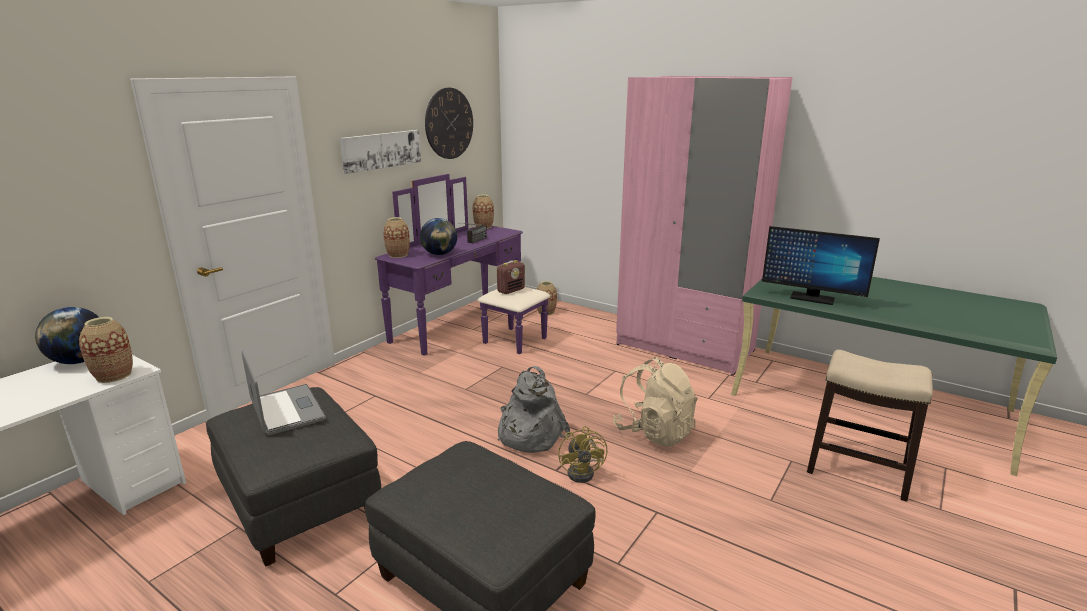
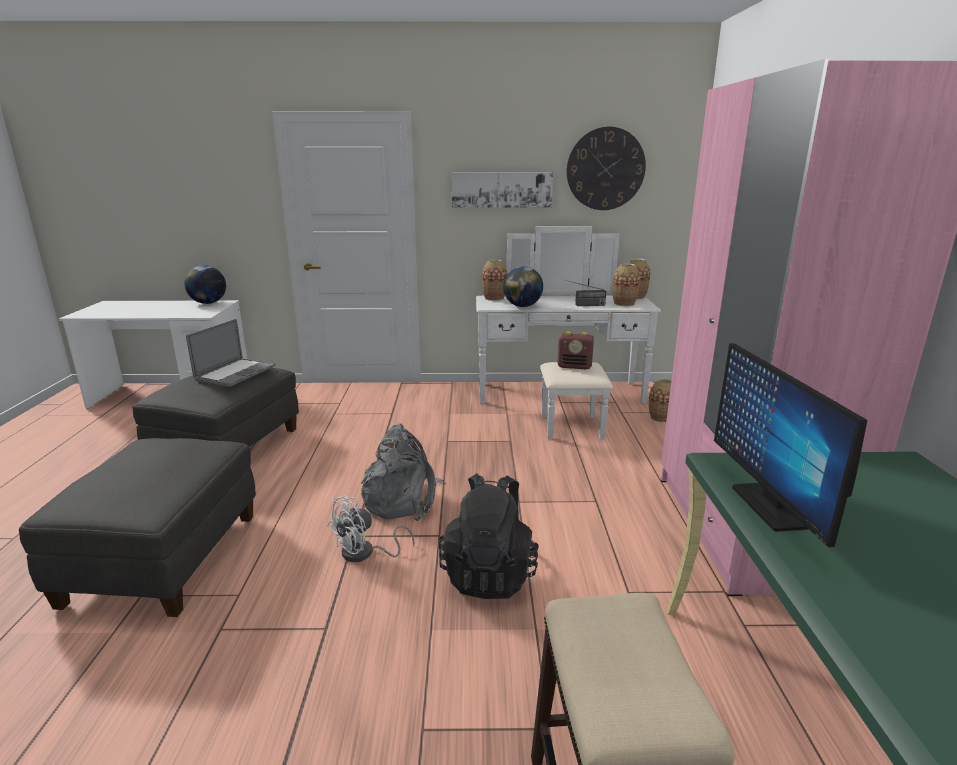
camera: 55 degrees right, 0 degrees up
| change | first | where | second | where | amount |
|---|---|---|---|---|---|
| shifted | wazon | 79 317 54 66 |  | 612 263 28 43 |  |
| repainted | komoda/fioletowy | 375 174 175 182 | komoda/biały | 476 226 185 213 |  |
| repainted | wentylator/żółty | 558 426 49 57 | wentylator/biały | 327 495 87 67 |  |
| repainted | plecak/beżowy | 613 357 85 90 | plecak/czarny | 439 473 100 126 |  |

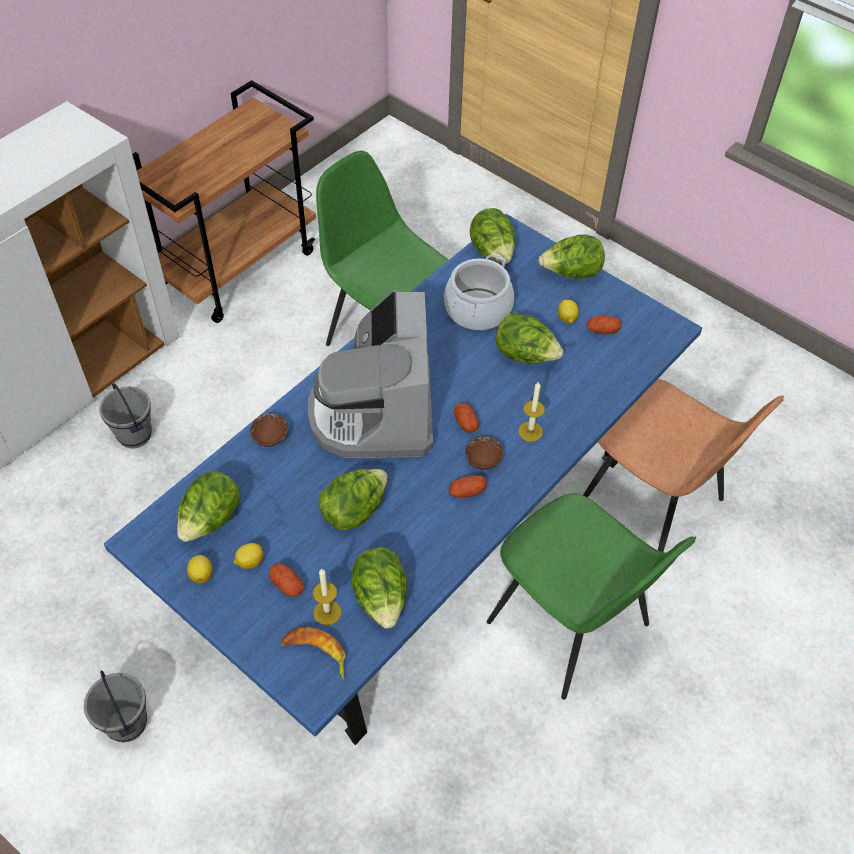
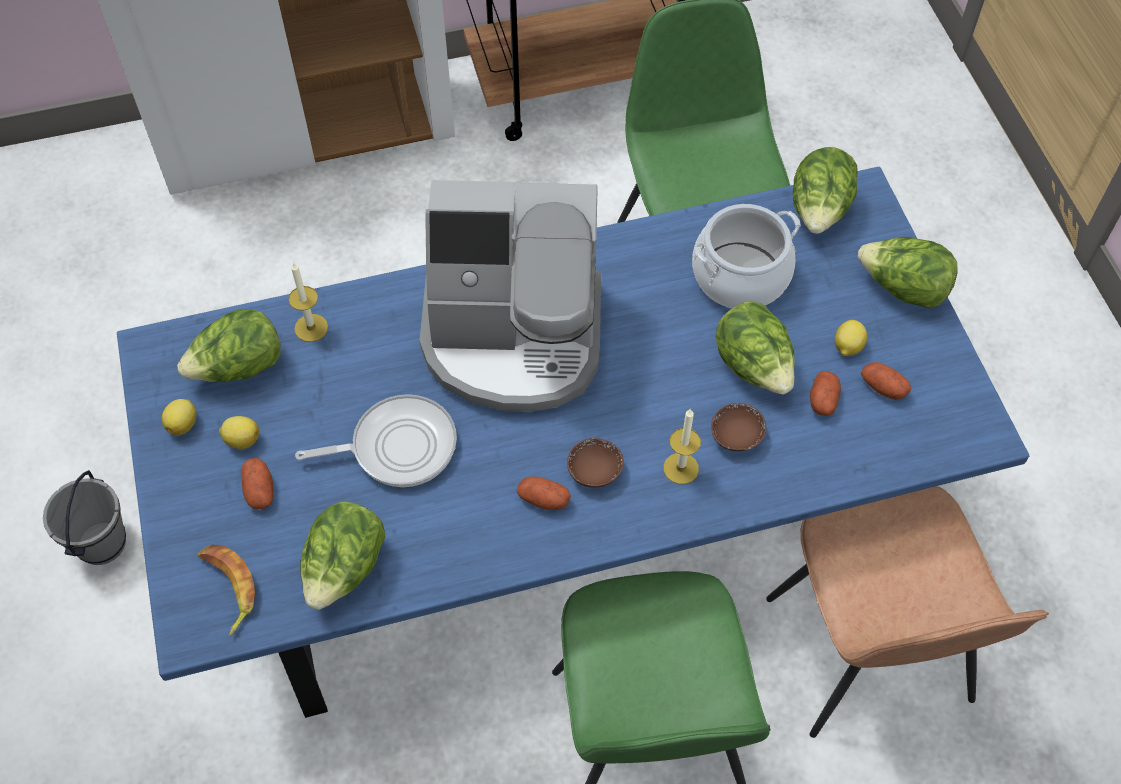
camera: 35 degrees right, 5 degrees up
| change | first | where | second | where | amount |
|---|---|---|---|---|---|
| gone | wiadro/szary | 99 383 53 65 |  |  |  |
| shifted | miska/brązowy | 250 413 39 34 |  | 711 403 55 48 |  |
| shifted | świeca | 313 568 28 57 |  | 288 262 40 80 |  |
| shifted | ziemniak | 454 403 25 30 |  | 810 371 31 45 |  |
| swapped | sałata | 318 469 70 61 | patelnia | 295 394 162 93 |  |
| rotated | ekspres do kawy | 308 290 125 168 |  | 420 180 181 232 | 120 degrees counterclockwise |

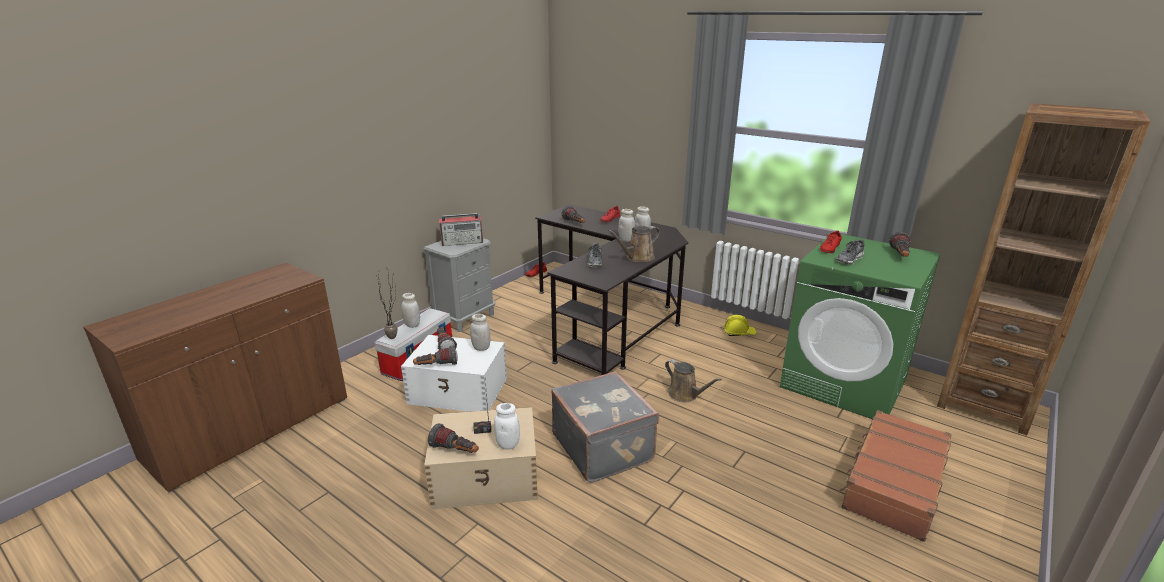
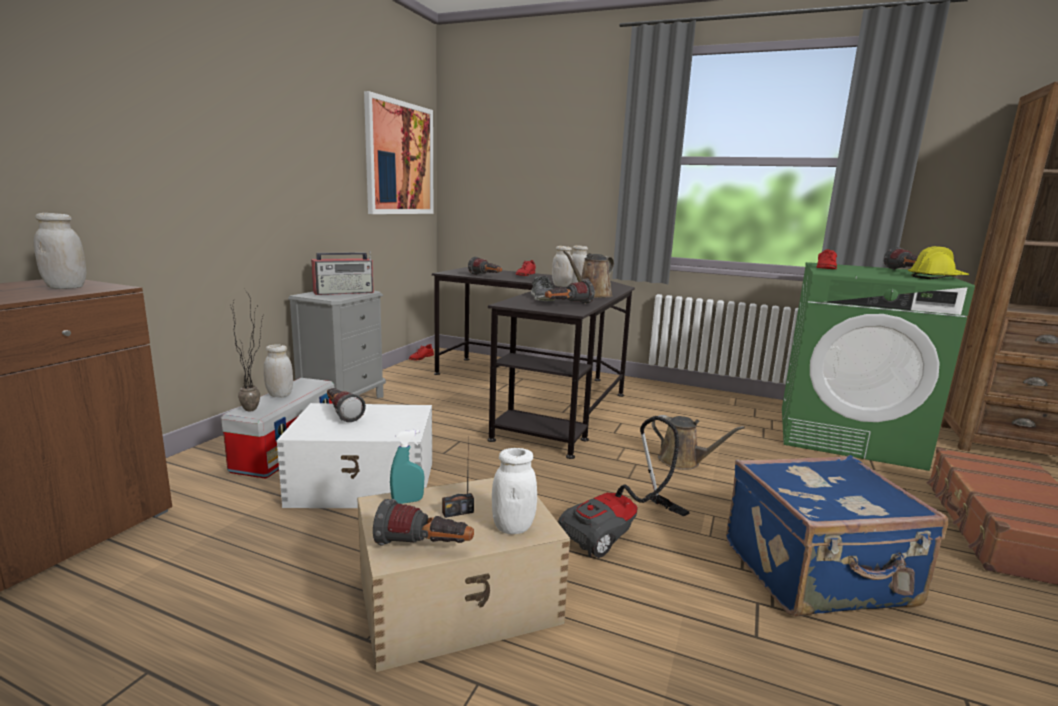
camera: 15 degrees left, 10 degrees down
| change | first | where | second | where | amount |
|---|---|---|---|---|---|
| gone | but | 836 239 28 26 |  |  |  |
| new |  |  | obraz | 364 91 69 123 |  |
| new |  |  | spryskiwacz/turkusowy | 390 430 34 74 |  |
| new |  |  | walizka/niebieski | 726 455 222 162 |  |
| shifted | latarka | 413 345 45 20 |  | 545 280 50 24 |  |
| shifted | słoik/biały | 470 314 20 37 |  | 34 213 52 76 |  |
| shifted | kask/żółty | 724 315 33 21 |  | 908 246 61 33 |  |
| swapped | walizka/szary | 551 371 108 112 | odkurzacz | 558 416 132 142 |  |

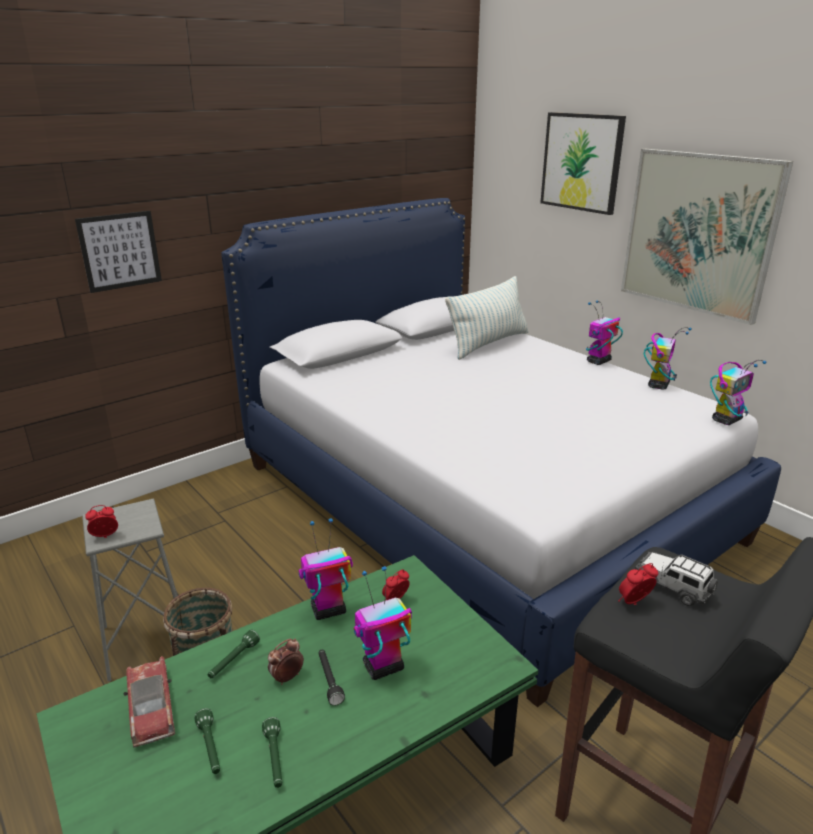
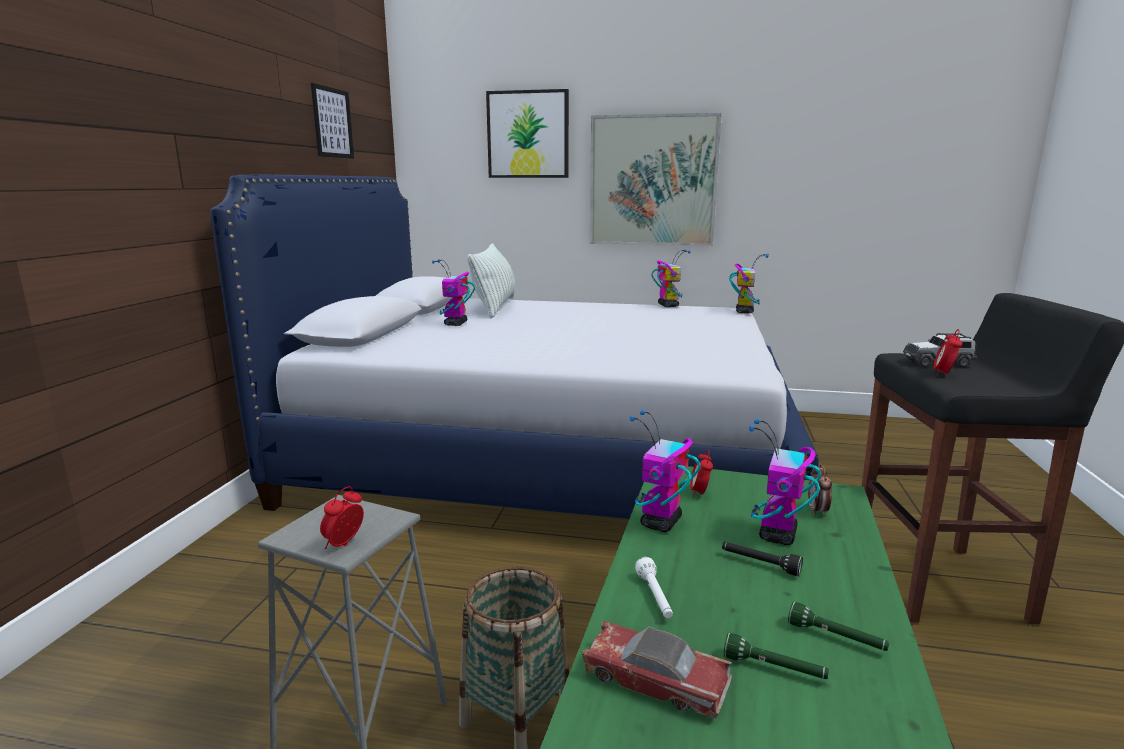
camera: 40 degrees left, 10 degrees down
| change | first | where | second | where | amount |
|---|---|---|---|---|---|
| shifted | obraz | 75 211 87 82 |  | 311 83 43 76 |  |
| shifted | budzik | 268 639 36 46 |  | 808 464 24 52 |  |
| shifted | robot zabawkowy | 586 300 37 65 |  | 432 259 43 67 |  |
| repainted | latarka/zielony | 208 629 52 49 | latarka/biały | 635 557 38 61 |  |

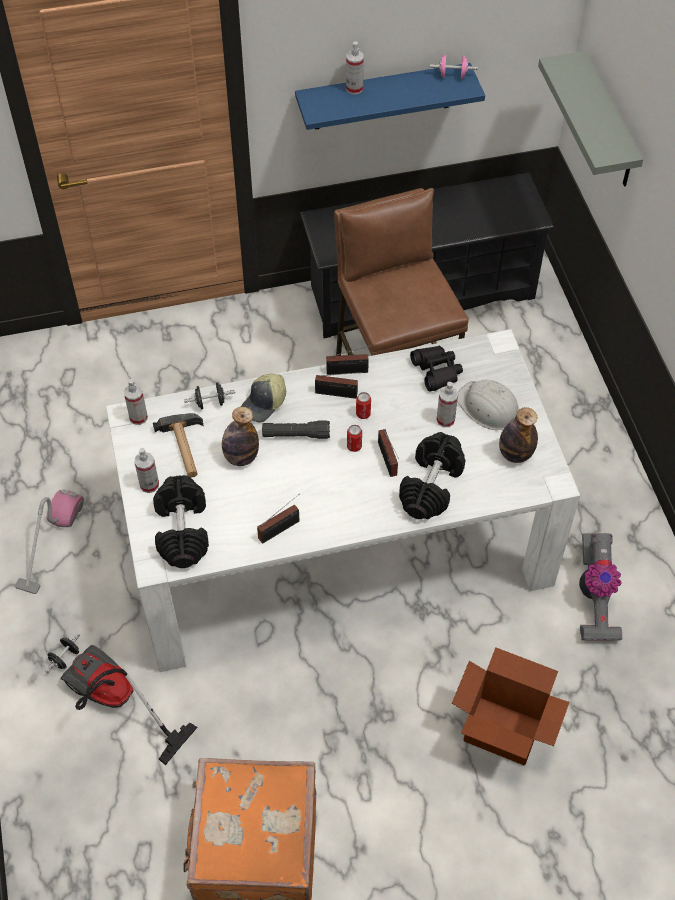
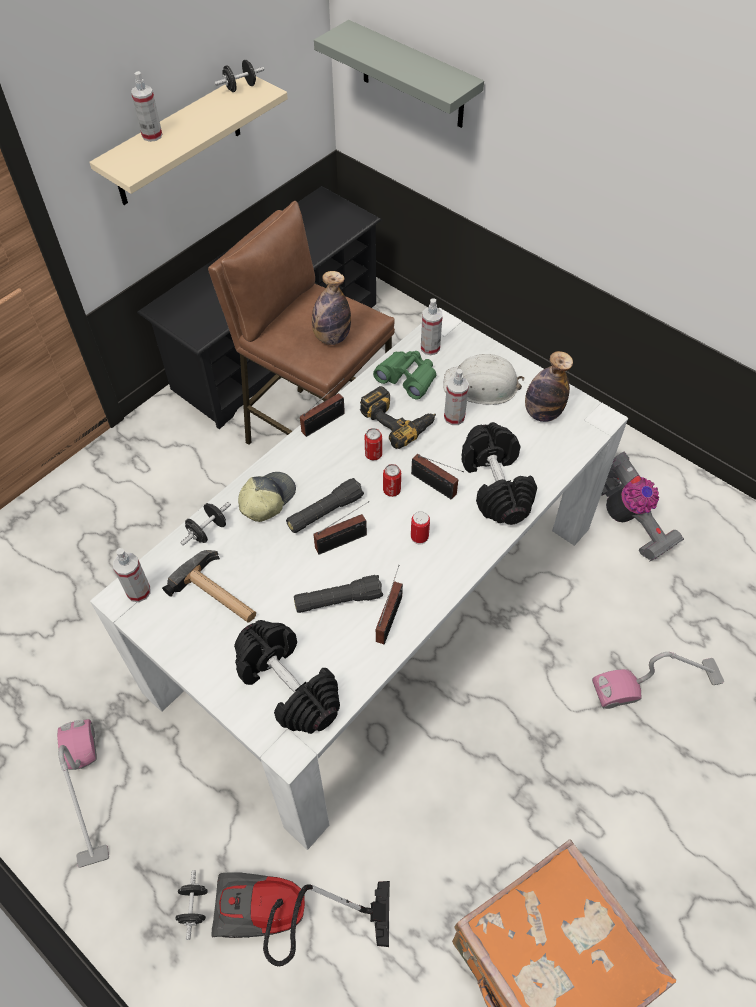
camera: 35 degrees left, 0 degrees up
| change | first | where | second | where | amount |
|---|---|---|---|---|---|
| new |  |  | latarka/czarny | 294 575 89 38 |  |
| new |  |  | wiertarka | 360 386 76 63 |  |
| new |  |  | puszka | 411 511 19 33 |  |
| shifted | spryskiwacz | 134 448 25 45 |  | 421 298 22 57 |  |
| shifted | butelka | 222 407 37 59 |  | 312 271 39 74 |  |
| shifted | radio | 315 372 48 27 |  | 313 501 56 54 |  |
| swapped | karton | 452 647 117 119 | odkurzacz | 592 652 132 57 |  |
| repainted | półka/niebieski | 295 63 190 67 | półka/beżowy | 89 76 199 129 |  |
| repainted | lornetka/czarny | 410 346 53 46 | lornetka/zielony | 373 351 63 49 |  |
| repainted | hantel/różowy | 430 55 48 24 | hantel/czarny | 214 60 50 32 |  |
| rotated | czapka z daszkiem | 241 374 45 48 |  | 238 472 58 50 | 150 degrees counterclockwise |

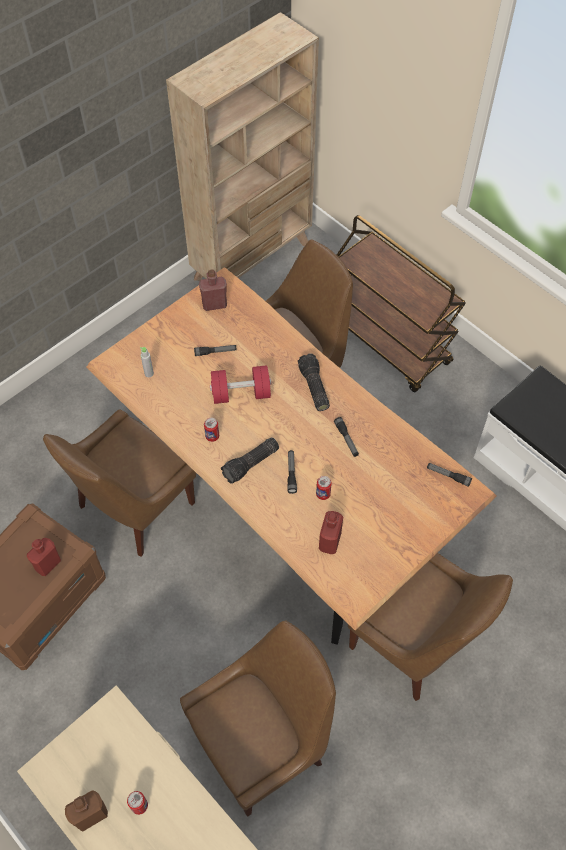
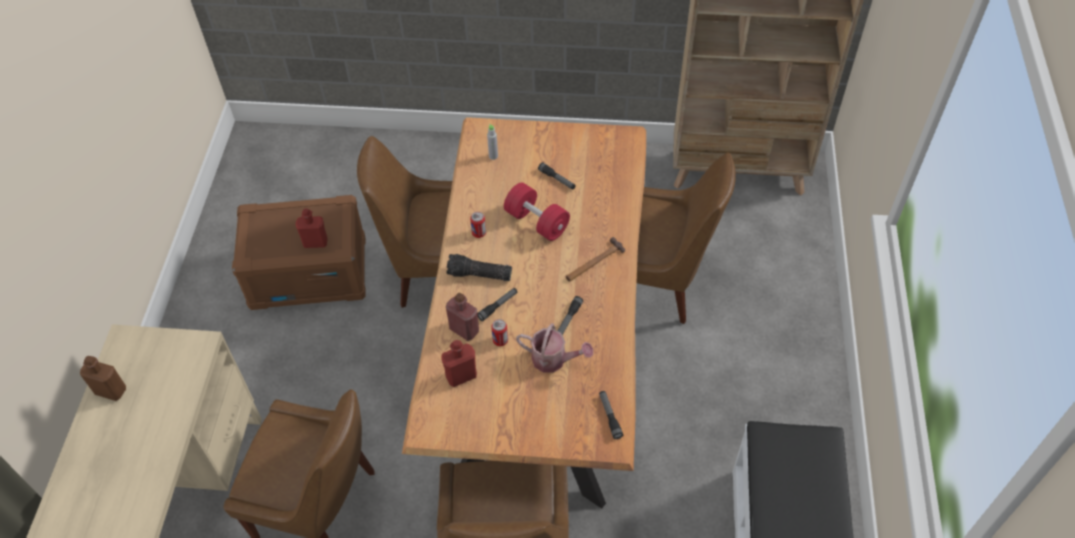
camera: 50 degrees right, 5 degrees down
| change | first | where | second | where | amount |
|---|---|---|---|---|---|
| gone | puszka | 127 791 21 24 |  |  |  |
| gone | wózek/brązowy | 337 215 129 177 |  |  |  |
| new |  |  | konewka | 516 323 77 50 |  |
| shifted | butelka/czerwony | 199 269 28 42 |  | 446 293 33 48 |  |
| swapped | latarka | 298 354 32 57 | młotek | 566 237 59 45 |  |

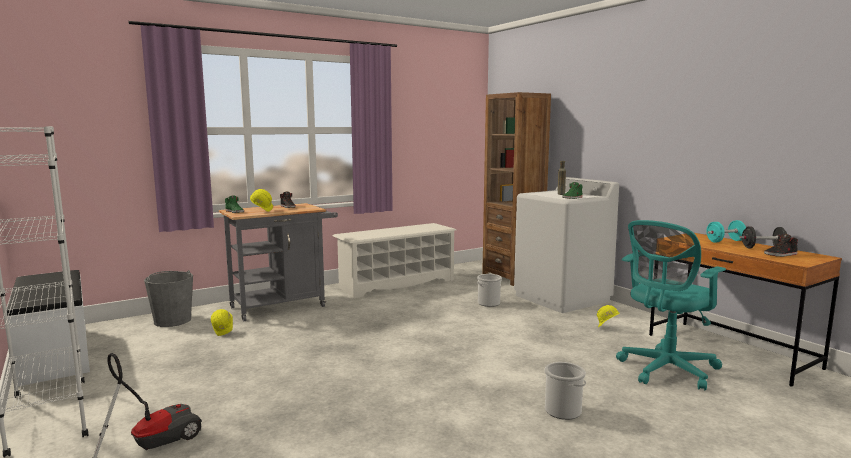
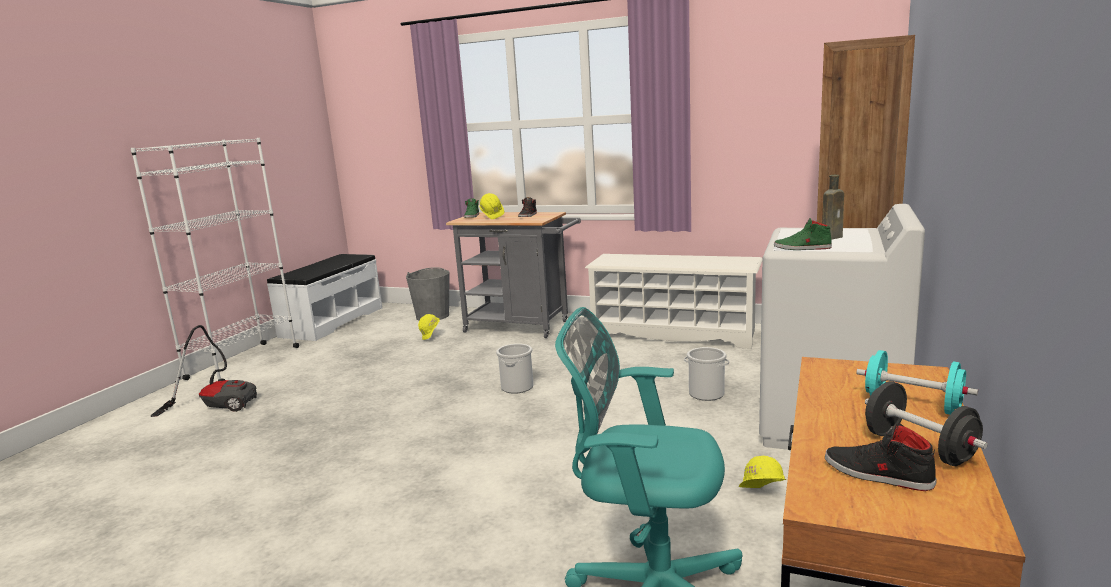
camera: 55 degrees right, 5 degrees up
| change | first | where | second | where | amount |
|---|---|---|---|---|---|
| shifted | wiadro | 544 362 42 58 |  | 496 344 37 50 |  |

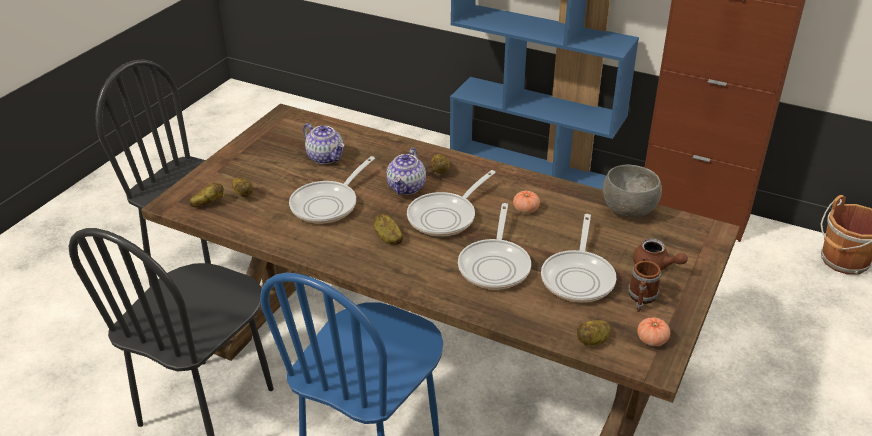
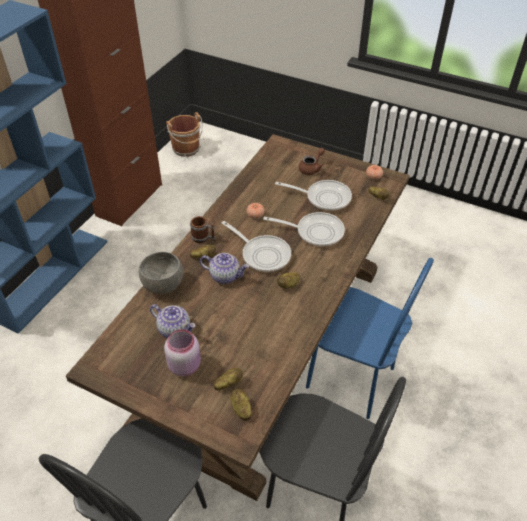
camera: 90 degrees left, 10 degrees up
| change | first | where | second | where | amount |
|---|---|---|---|---|---|
| gone | patelnia | 289 156 86 68 |  |  |  |
| new |  |  | słoik/różowy | 164 329 37 47 |  |
| shifted | miska/szary | 603 165 59 53 |  | 139 252 45 42 |  |
| shifted | kubek | 628 261 33 51 |  | 190 216 26 27 |  |
| rotated | imbryk | 303 123 41 41 |  | 150 304 45 34 | 75 degrees clockwise |

